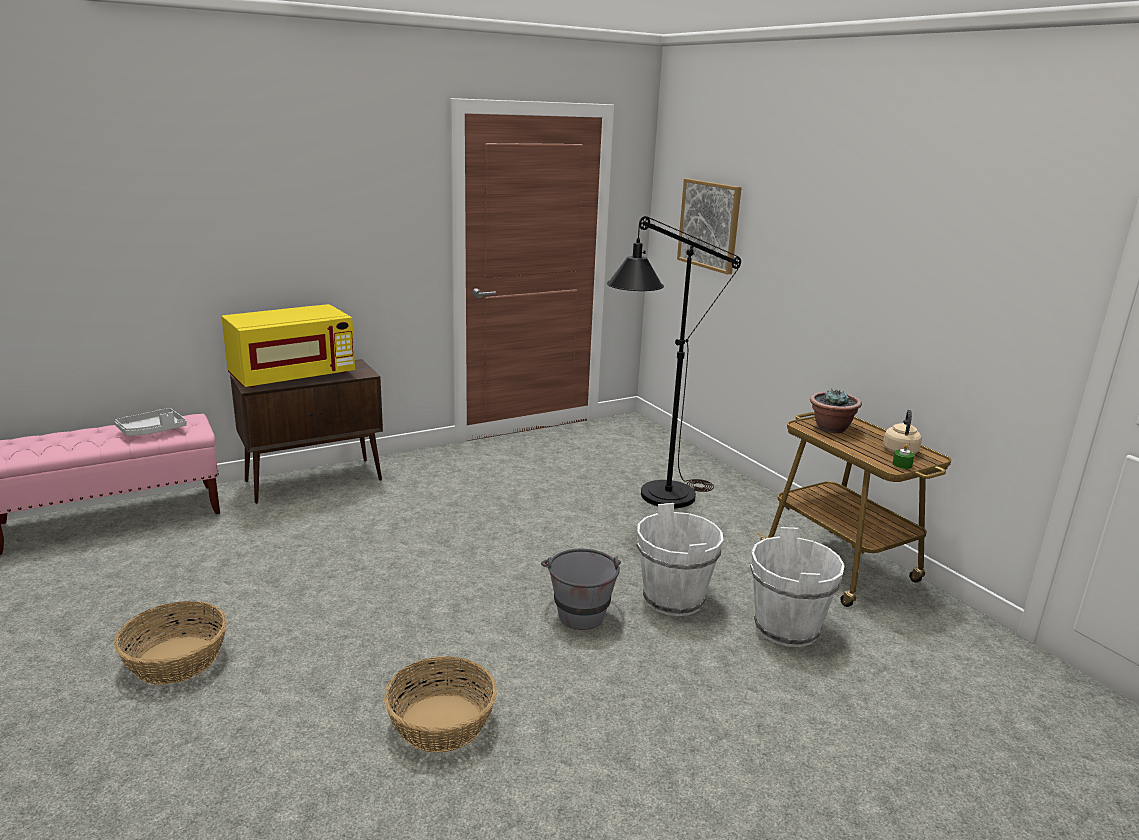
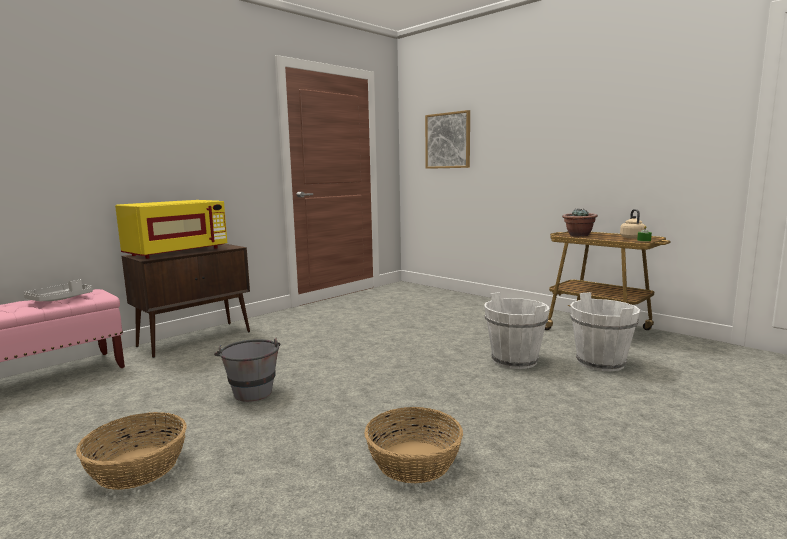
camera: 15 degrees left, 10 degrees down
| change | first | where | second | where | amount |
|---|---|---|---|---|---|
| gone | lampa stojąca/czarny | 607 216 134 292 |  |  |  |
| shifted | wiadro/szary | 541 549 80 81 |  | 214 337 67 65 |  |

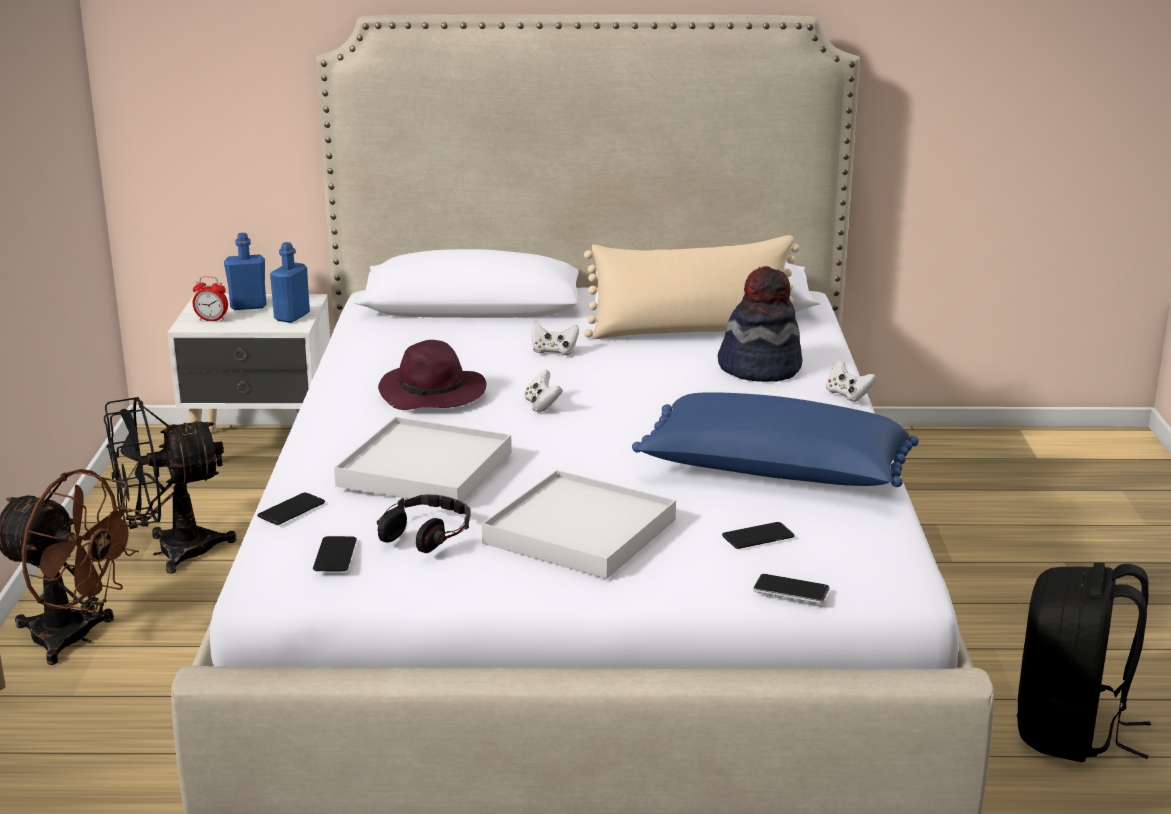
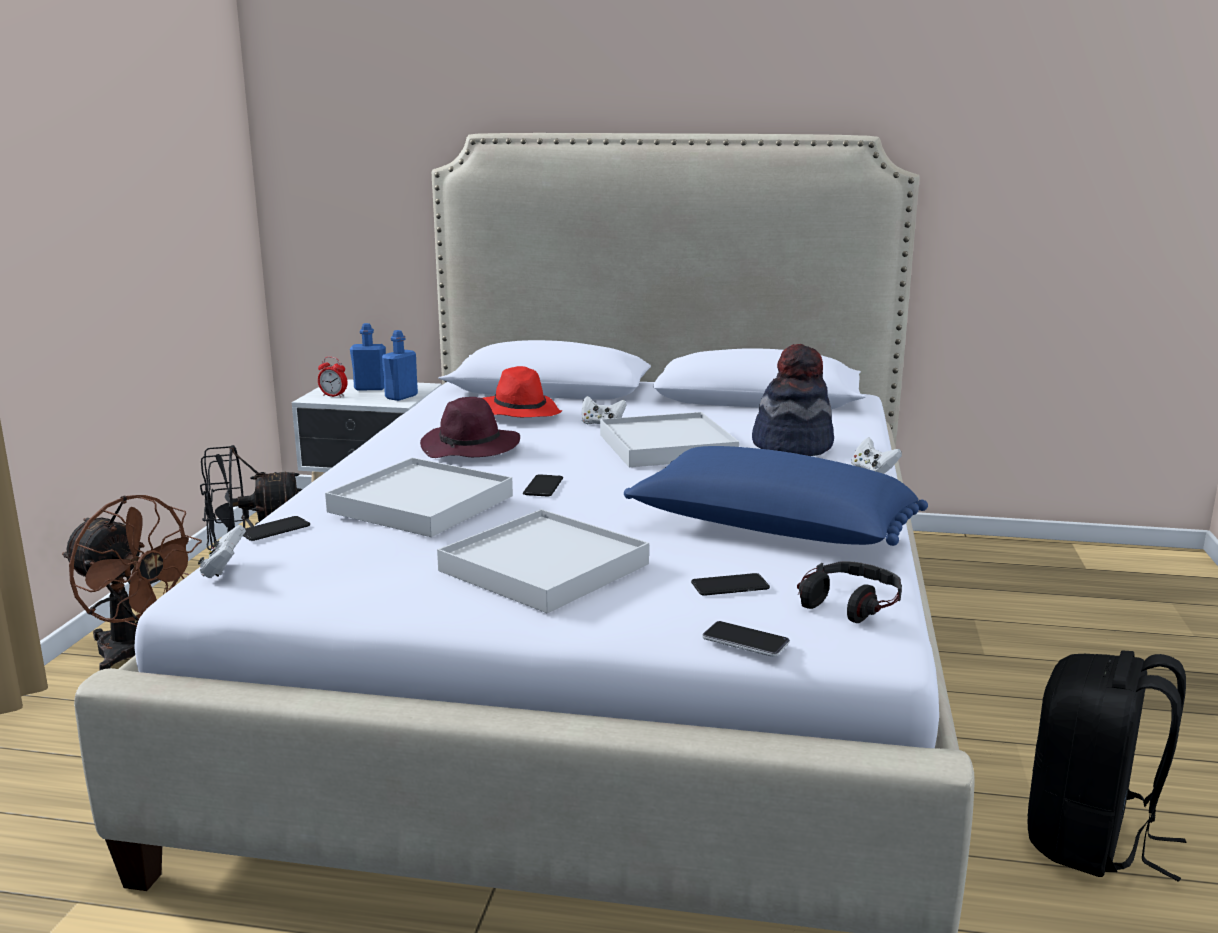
camera: 10 degrees right, 5 degrees down
| change | first | where | second | where | amount |
|---|---|---|---|---|---|
| gone | poduszka/beżowy | 584 235 215 104 |  |  |  |
| new |  |  | kapelusz/czerwony | 482 366 80 51 |  |
| new |  |  | taca/biały | 600 412 139 55 |  |
| shifted | telefon | 313 536 44 35 |  | 523 474 40 22 |  |
| shifted | słuchawki | 377 494 94 59 |  | 797 561 105 62 |  |
| shifted | pad do gier/biały | 524 369 39 43 |  | 198 525 48 53 |  |

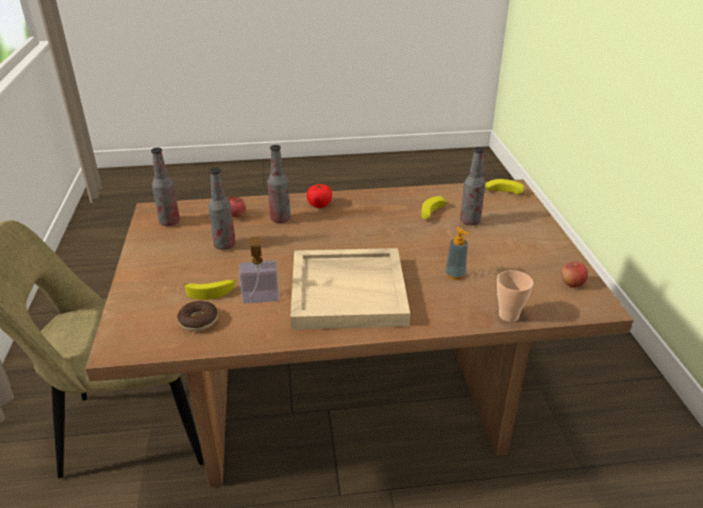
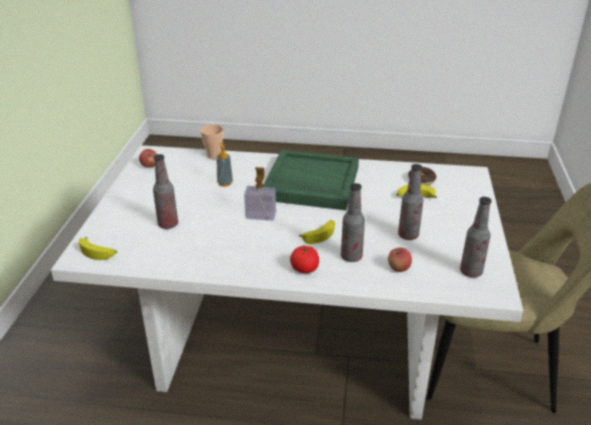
camera: 165 degrees left, 0 degrees up
| change | first | where | second | where | amount |
|---|---|---|---|---|---|
| shifted | dozownik mydła | 239 236 40 68 |  | 244 167 32 54 |  |
| shifted | banan | 421 196 28 24 |  | 299 220 36 24 |  |
| repainted | stół jadalny/brązowy | 85 179 549 308 | stół jadalny/biały | 51 145 472 275 |  |
| repainted | taca/beżowy | 290 248 120 82 | taca/zielony | 264 150 95 60 |  |

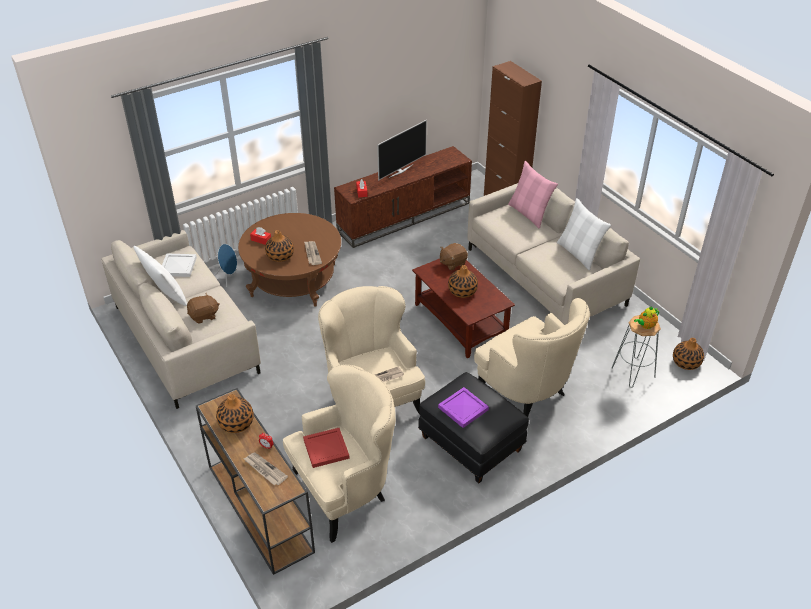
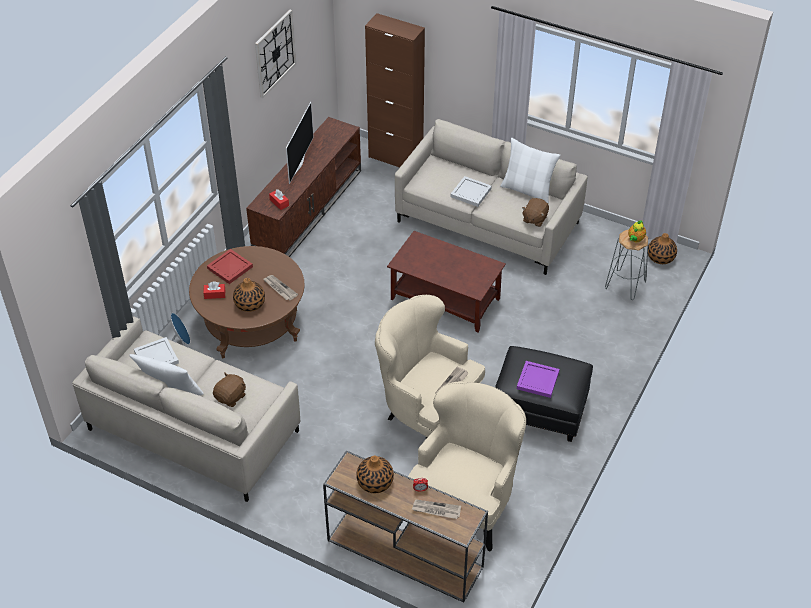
camera: 30 degrees left, 5 degrees up
| change | first | where | second | where | amount |
|---|---|---|---|---|---|
| gone | wazon | 448 265 30 33 |  |  |  |
| gone | fotel/beżowy | 474 298 116 119 |  |  |  |
| gone | poduszka/różowy | 508 161 50 68 |  |  |  |
| new |  |  | zegar ścienny | 255 10 41 88 |  |
| new |  |  | taca/biały | 451 176 41 31 |  |
| shifted | taca/czerwony | 303 428 47 40 |  | 207 249 46 35 |  |
| shifted | pluszak/brązowy | 440 243 28 27 |  | 522 198 27 29 |  |

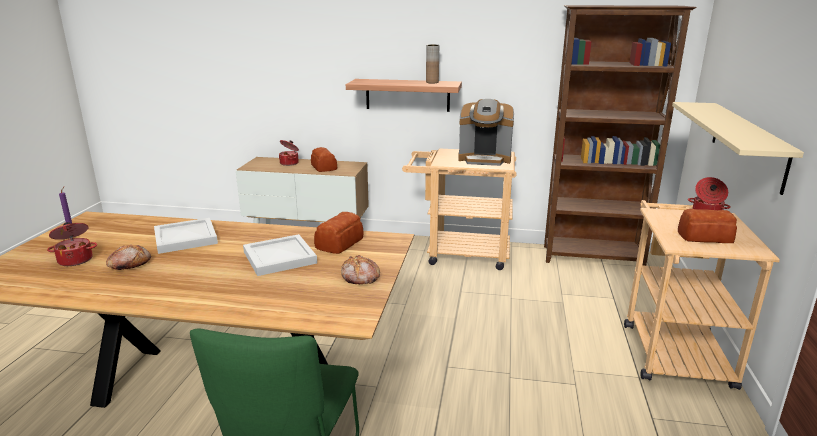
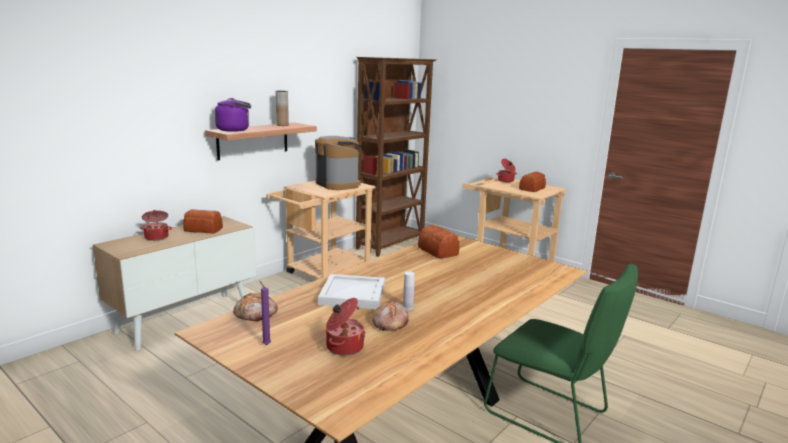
camera: 60 degrees left, 5 degrees down
| change | first | where | second | where | amount |
|---|---|---|---|---|---|
| gone | taca/biały | 243 234 74 42 |  |  |  |
| gone | półka/beżowy | 672 102 132 93 |  |  |  |
| new |  |  | czajnik/fioletowy | 215 98 36 34 |  |
| new |  |  | butelka/biały | 403 272 12 39 |  |
| shifted | chleb | 341 255 39 29 |  | 233 293 45 29 |  |
| rotated | ekspres do kawy | 458 99 56 67 |  | 315 136 48 54 | 75 degrees counterclockwise |

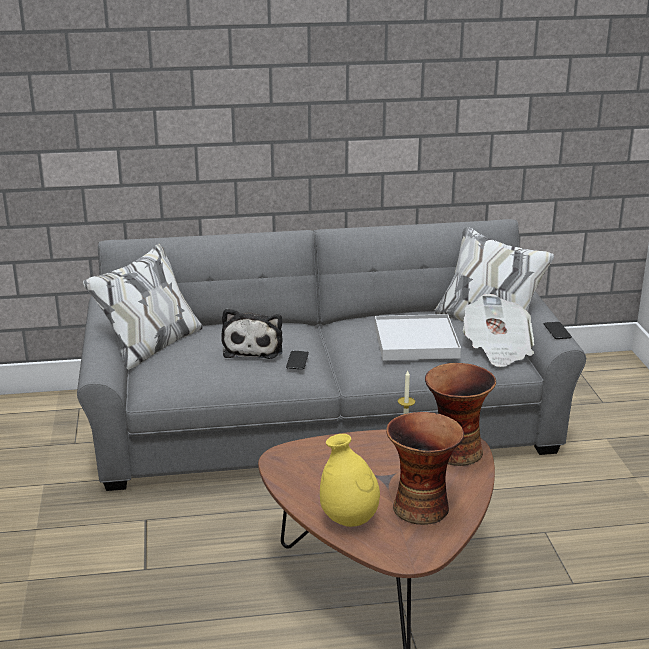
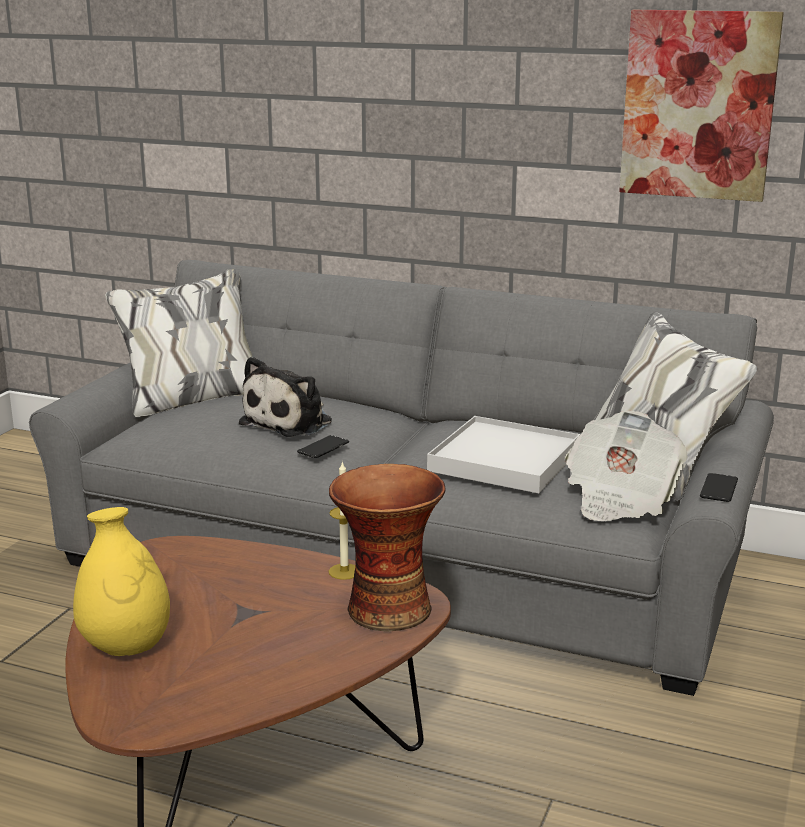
camera: 30 degrees right, 5 degrees down
| change | first | where | second | where | amount |
|---|---|---|---|---|---|
| gone | wazon | 386 412 78 113 |  |  |  |
| new |  |  | obraz | 619 10 165 192 |  |

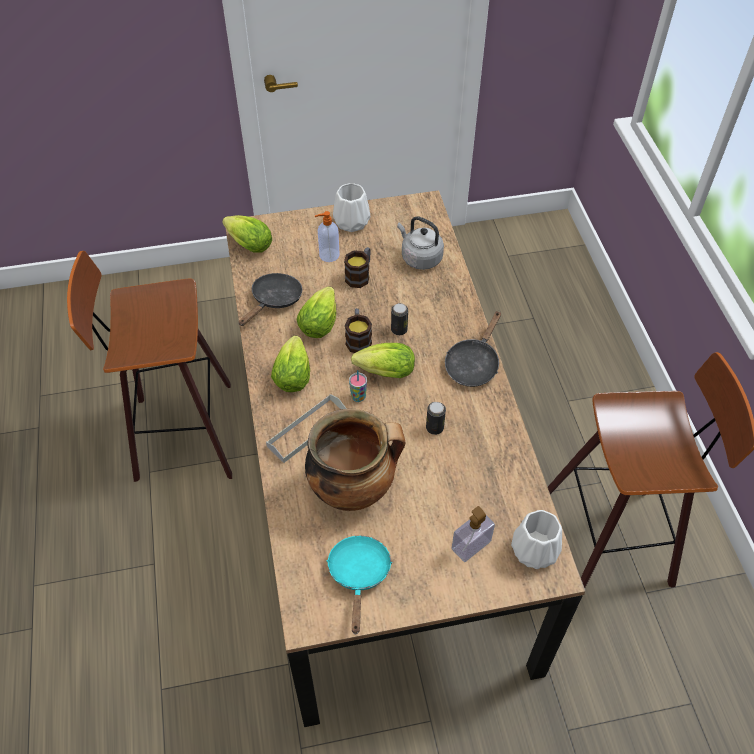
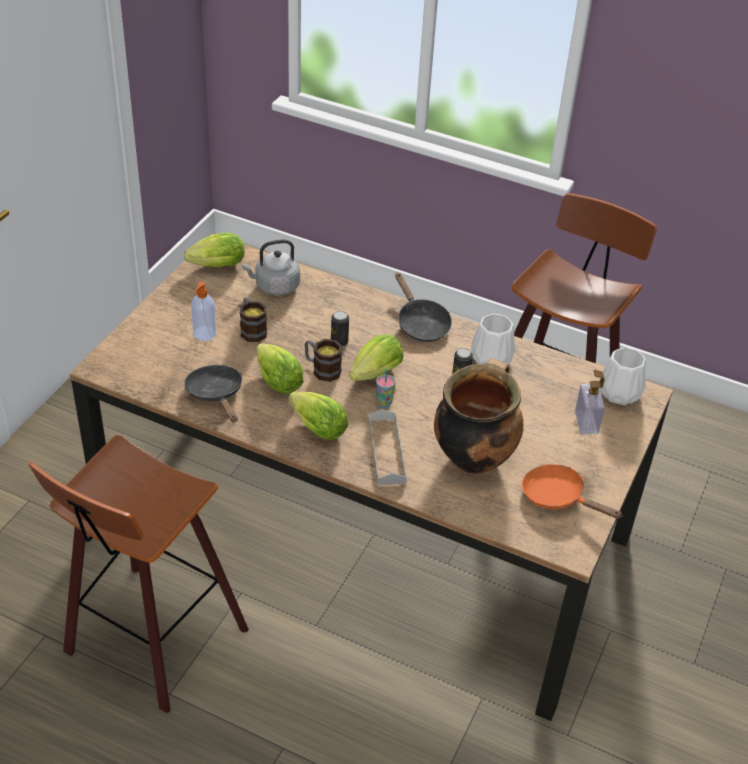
camera: 55 degrees left, 10 degrees down
| change | first | where | second | where | amount |
|---|---|---|---|---|---|
| shifted | sałata | 222 215 50 38 |  | 184 233 61 34 |  |
| shifted | wazon/biały | 333 183 37 49 |  | 471 314 44 51 |  |
| repainted | patelnia/turkusowy | 327 536 65 98 | patelnia/pomarańczowy | 522 464 101 55 |  |

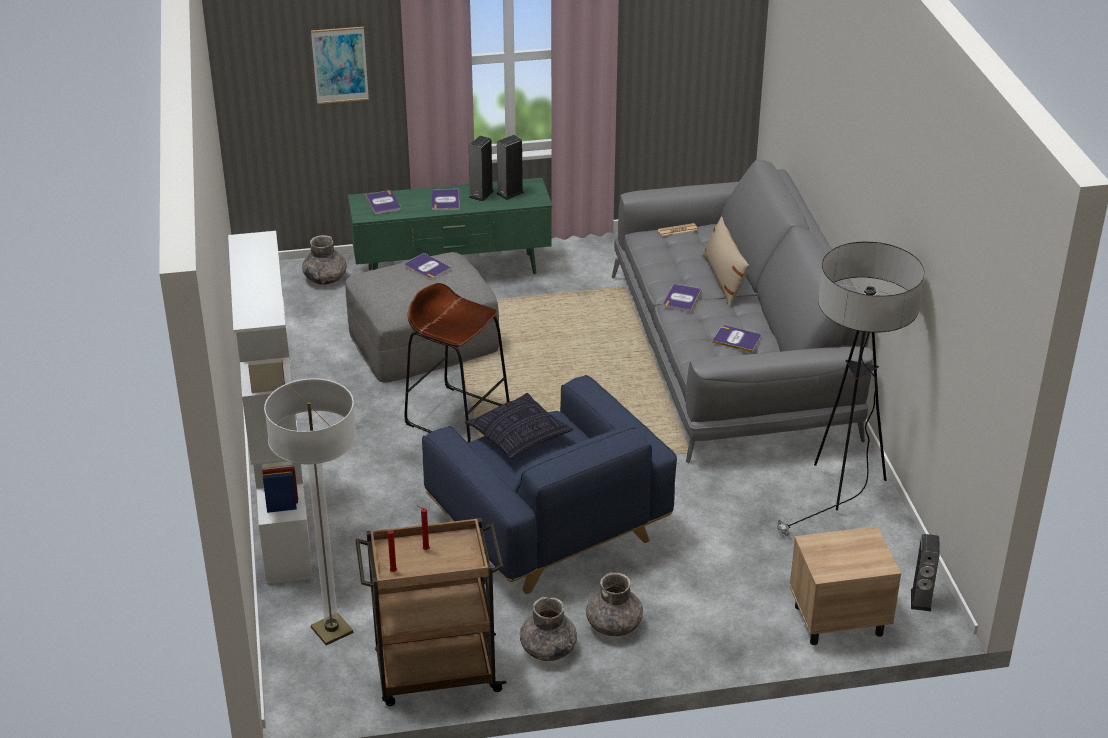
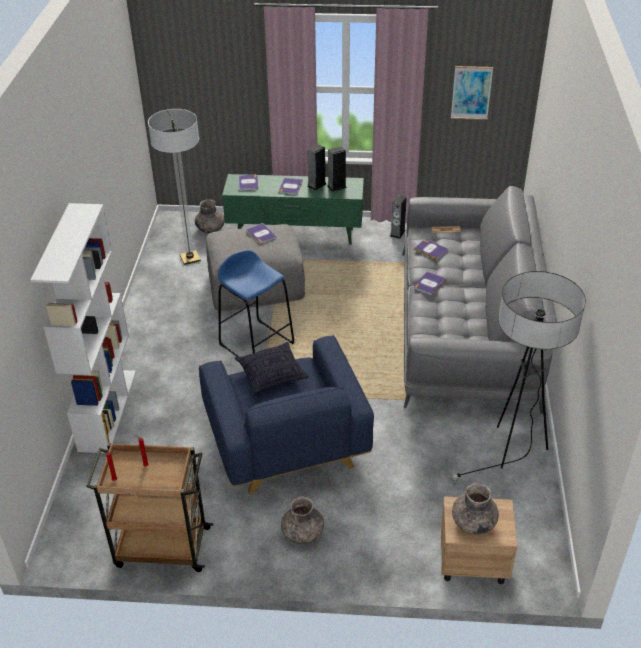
camera: 15 degrees right, 5 degrees up
| change | first | where | second | where | amount |
|---|---|---|---|---|---|
| gone | poduszka/beżowy | 703 216 46 91 |  |  |  |
| shifted | lampa stojąca | 264 378 93 267 |  | 148 109 53 156 |  |
| shifted | obraz | 311 27 58 77 |  | 451 66 42 54 |  |
| shifted | wazon/szary | 520 597 57 64 |  | 452 483 47 52 |  |
| shifted | książka | 712 325 49 28 |  | 413 239 35 21 |  |
| shifted | głośnik | 911 534 29 77 |  | 390 195 17 44 |  |
| repainted | stołek/brązowy | 404 283 105 160 | stołek/niebieski | 218 250 77 107 |  |

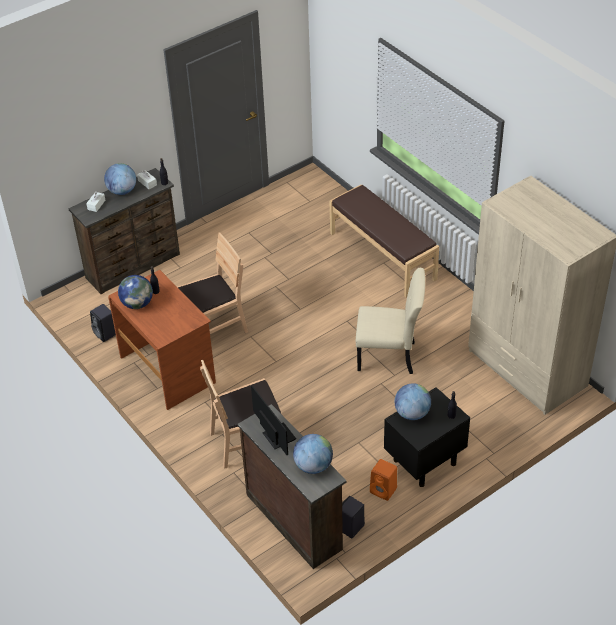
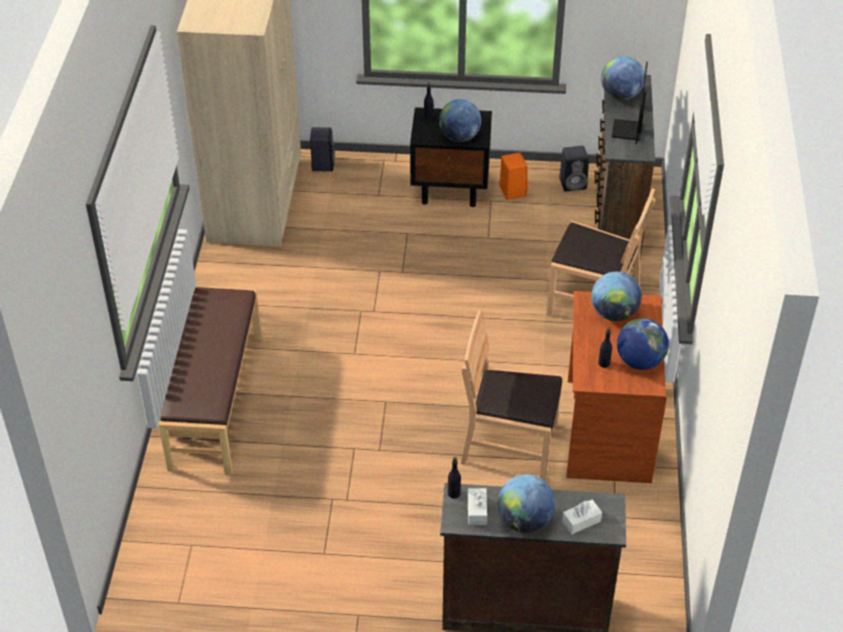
camera: 140 degrees left, 0 degrees up
| change | first | where | second | where | amount |
|---|---|---|---|---|---|
| gone | krzesło/beżowy | 356 268 69 106 |  |  |  |
| new |  |  | globus | 591 271 51 50 |  |
| shifted | głośnik/czarny | 90 304 26 38 |  | 310 127 25 44 |  |

